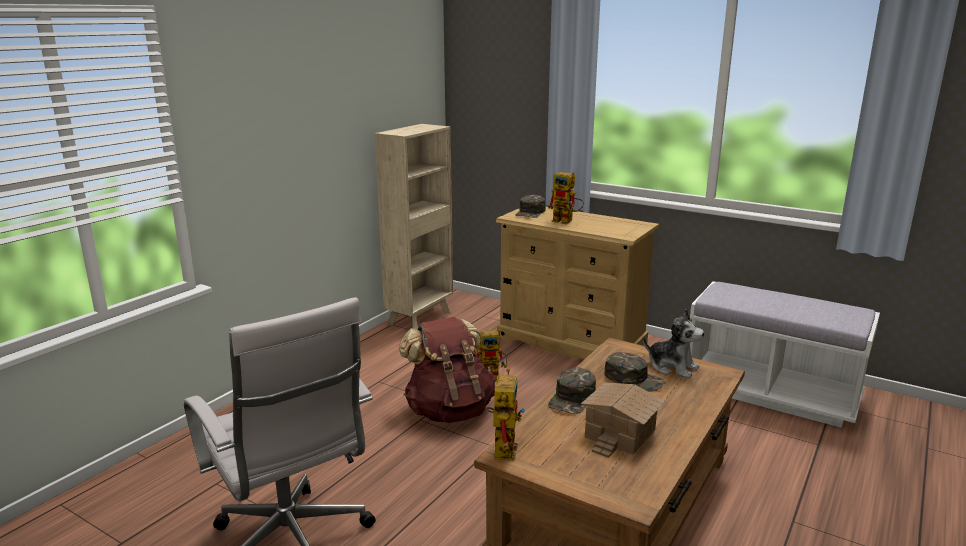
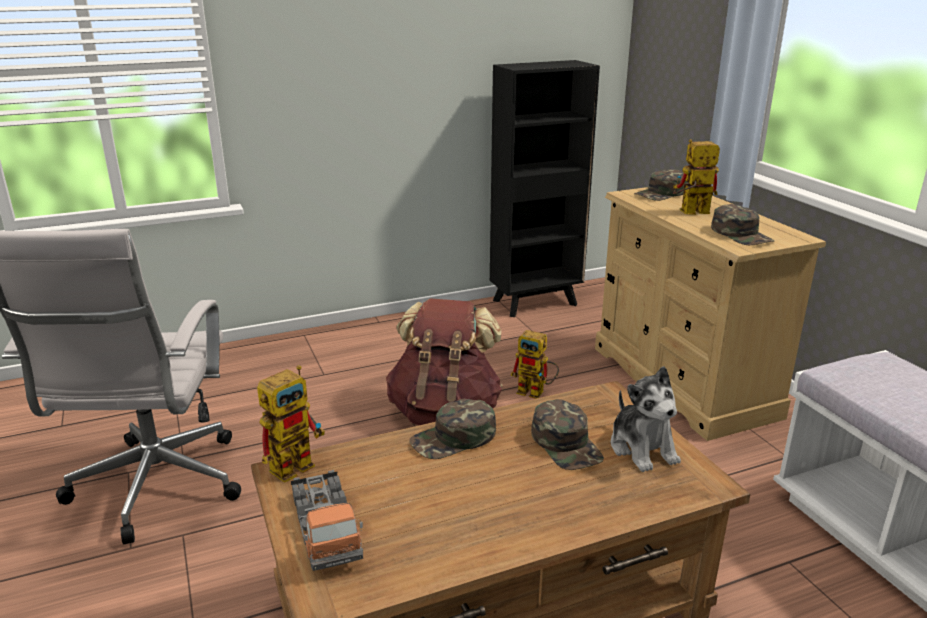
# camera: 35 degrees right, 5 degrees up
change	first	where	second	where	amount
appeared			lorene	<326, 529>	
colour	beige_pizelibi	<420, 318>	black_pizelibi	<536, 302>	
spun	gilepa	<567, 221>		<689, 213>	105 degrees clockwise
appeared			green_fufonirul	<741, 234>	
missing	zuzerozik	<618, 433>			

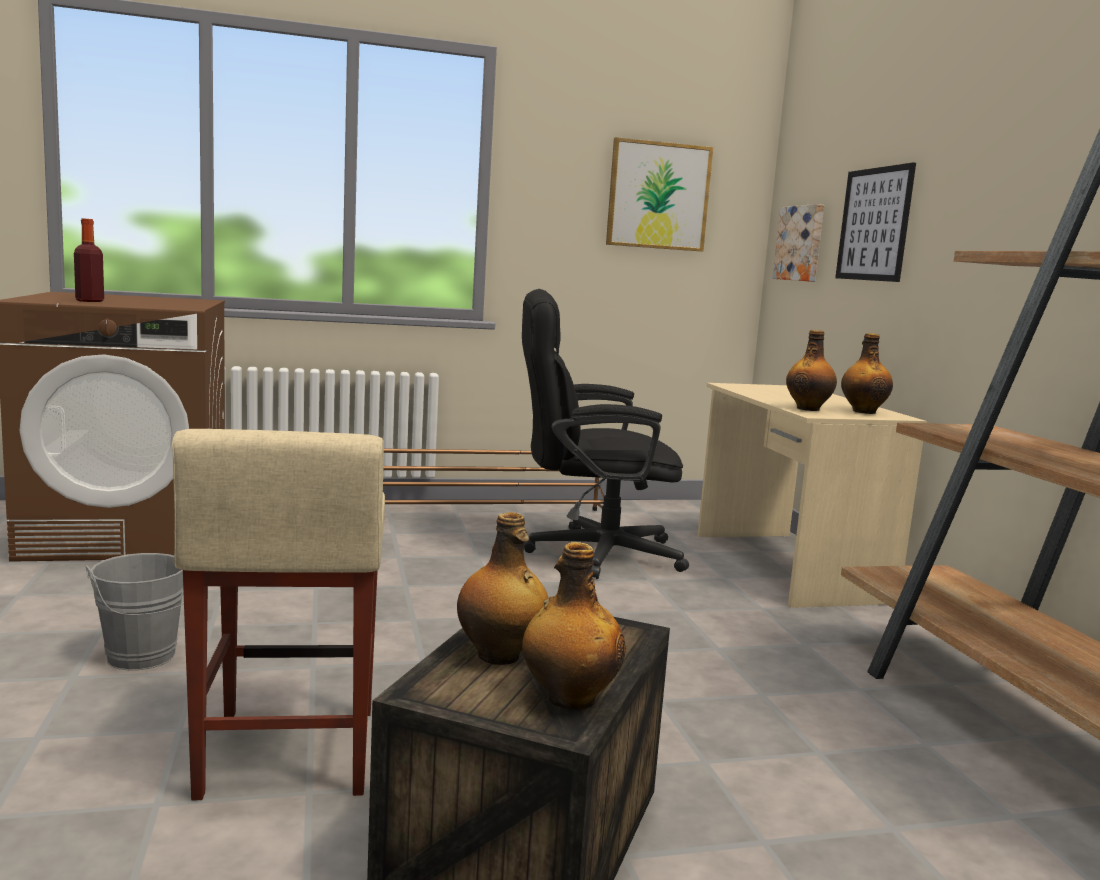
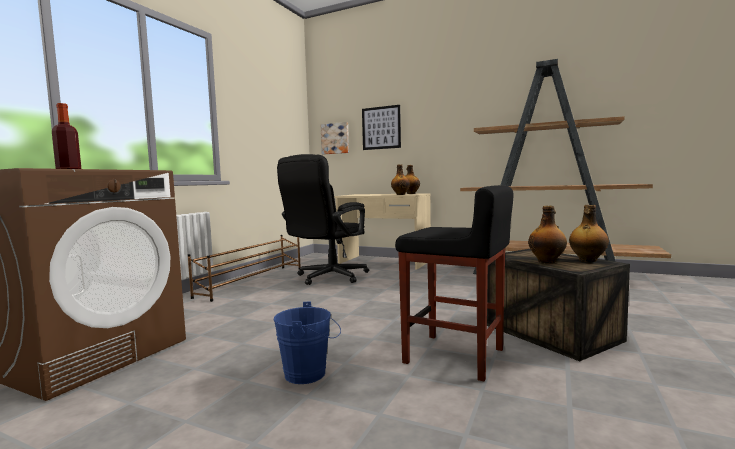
# camera: 50 degrees left, 5 degrees down
change	first	where	second	where	amount
colour	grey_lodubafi	<143, 659>	blue_lodubafi	<310, 374>	
colour	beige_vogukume	<288, 753>	black_vogukume	<455, 356>	
missing	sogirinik	<658, 196>			

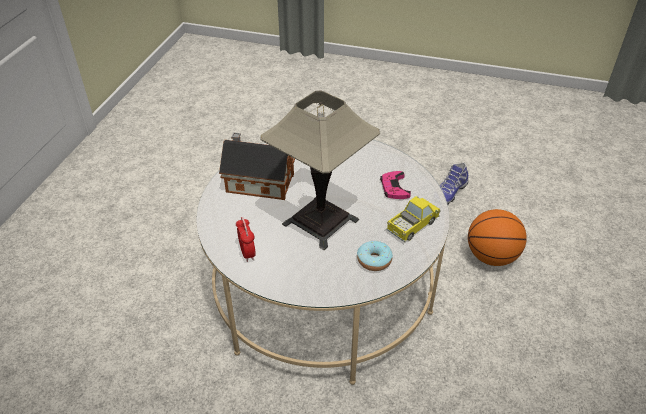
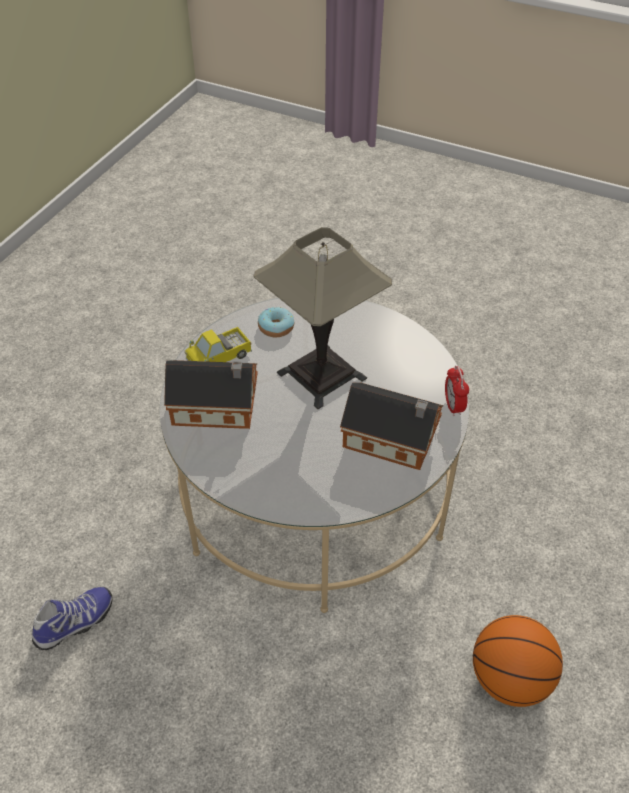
# camera: 170 degrees left, 5 degrees up
change	first	where	second	where	amount
exchanged	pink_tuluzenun	<394, 188>	zuzerozik	<217, 408>	
relocated	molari	<247, 253>		<453, 406>	
relocated	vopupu	<491, 256>		<509, 679>	

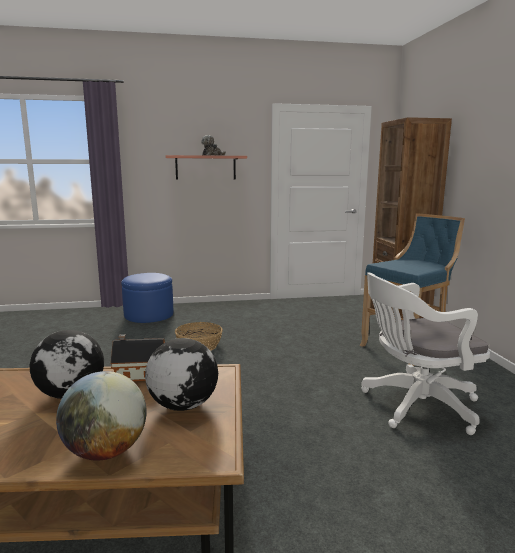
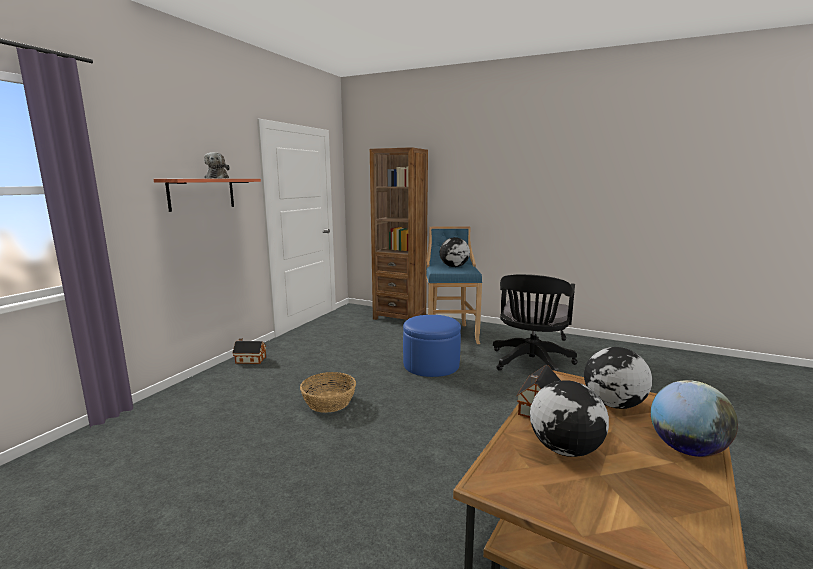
# camera: 55 degrees left, 0 degrees up
change	first	where	second	where	amount
appeared			zuzerozik	<249, 360>	
relocated	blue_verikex	<149, 315>		<431, 365>	
appeared			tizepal	<454, 267>	
colour	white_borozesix	<415, 406>	black_borozesix	<531, 364>	

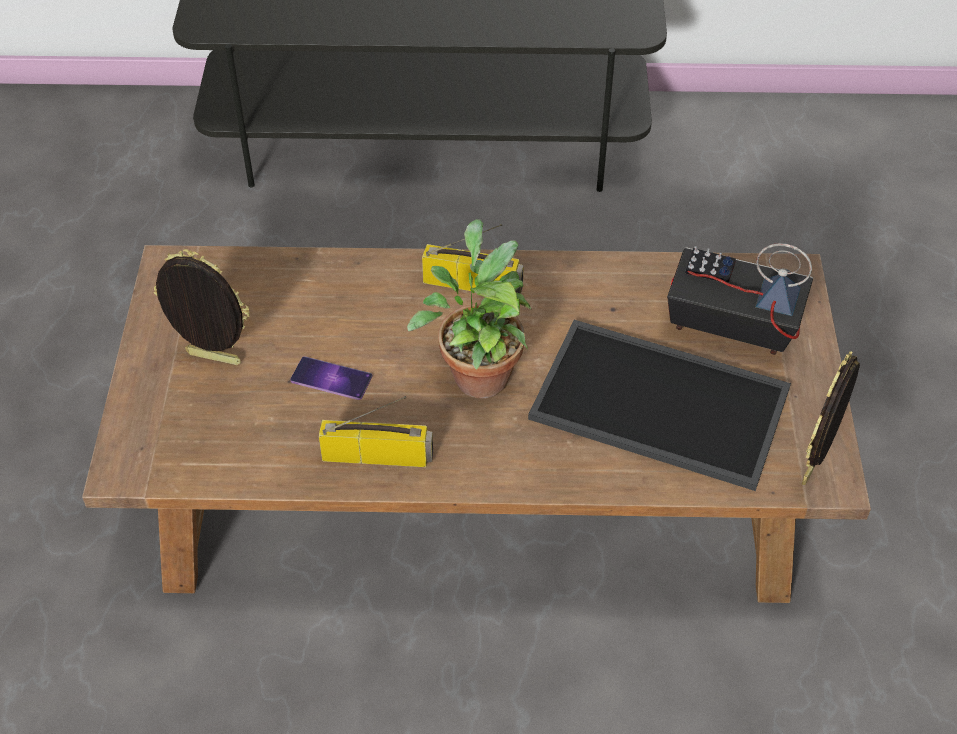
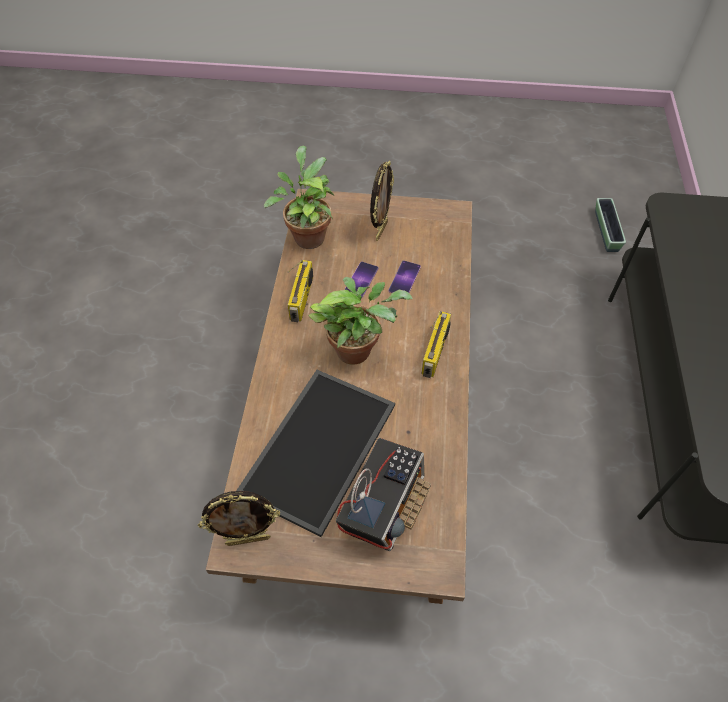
# camera: 95 degrees right, 5 degrees up
change	first	where	second	where	amount
spun	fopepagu	<815, 466>		<248, 539>	135 degrees clockwise
appeared			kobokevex	<307, 235>	
appeared			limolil	<404, 278>	
appeared			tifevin	<606, 231>	

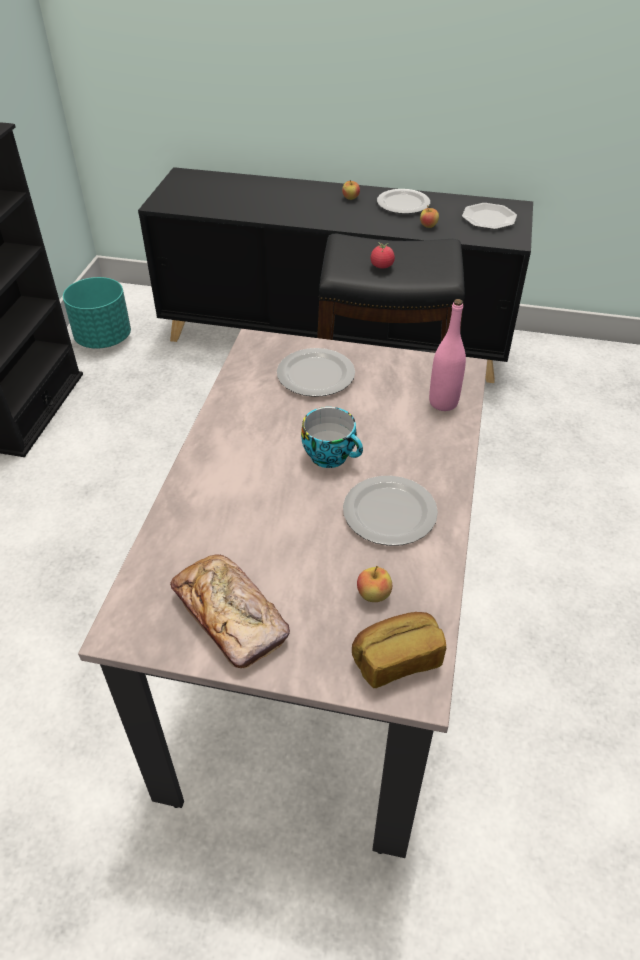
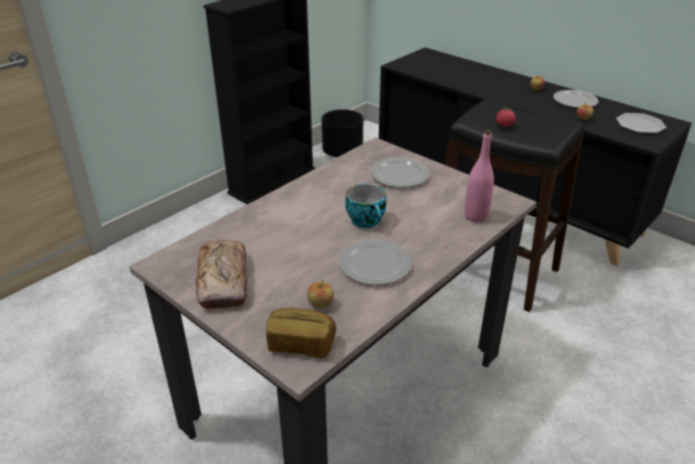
# camera: 30 degrees right, 10 degrees down
change	first	where	second	where	amount
colour	turquoise_tifevin	<104, 339>	black_tifevin	<342, 153>	

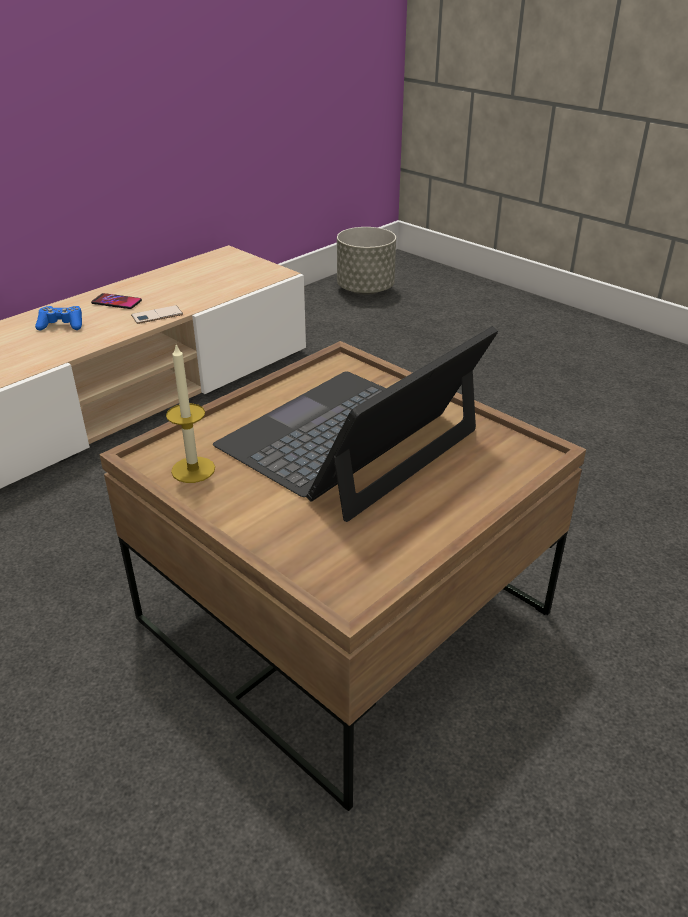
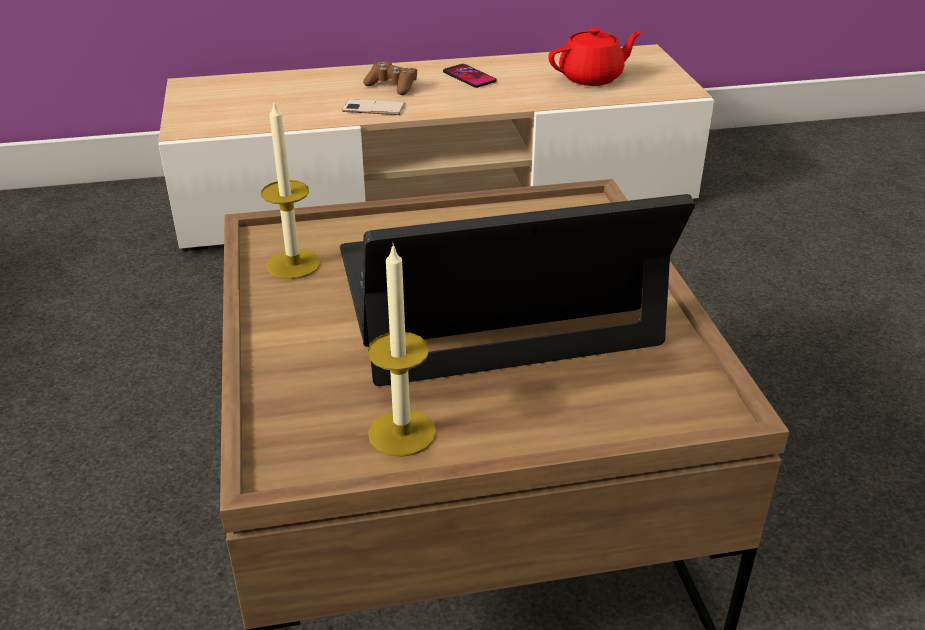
# camera: 35 degrees right, 0 degrees up
change	first	where	second	where	amount
relocated	limolil	<157, 315>		<373, 108>	
colour	blue_tuluzenun	<62, 325>	brown_tuluzenun	<392, 86>	
appeared			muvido	<402, 433>	
appeared			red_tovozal	<592, 78>	
missing	grey_tifevin	<366, 289>			

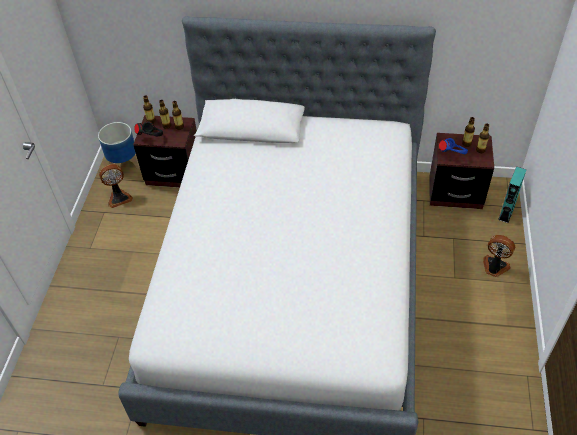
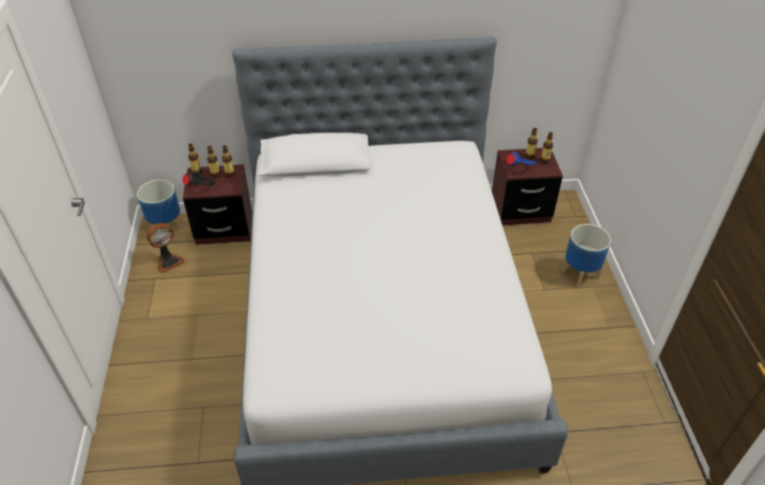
# camera: 15 degrees left, 5 degrees down
change	first	where	second	where	amount
exchanged	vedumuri	<494, 267>	tifevin	<579, 274>	
missing	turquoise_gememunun	<506, 212>			

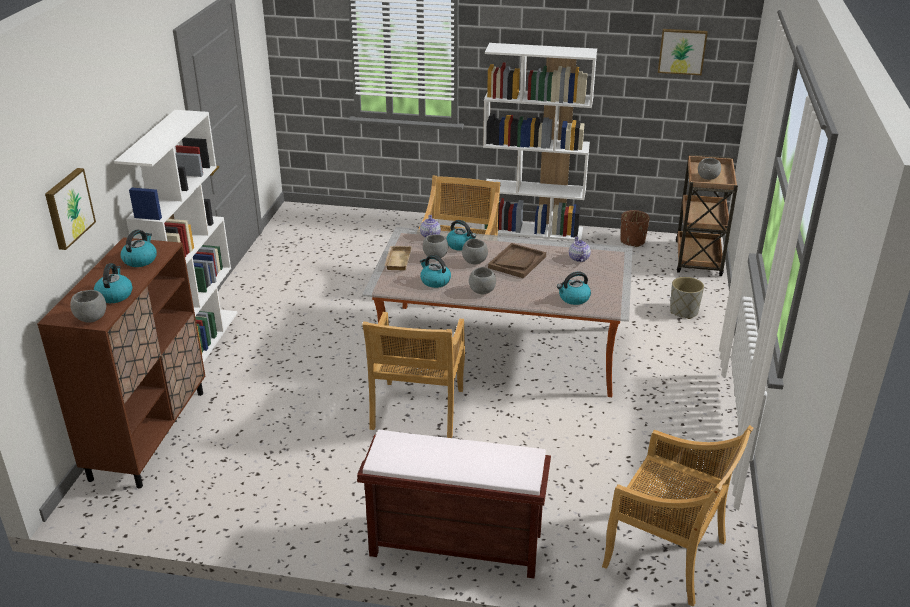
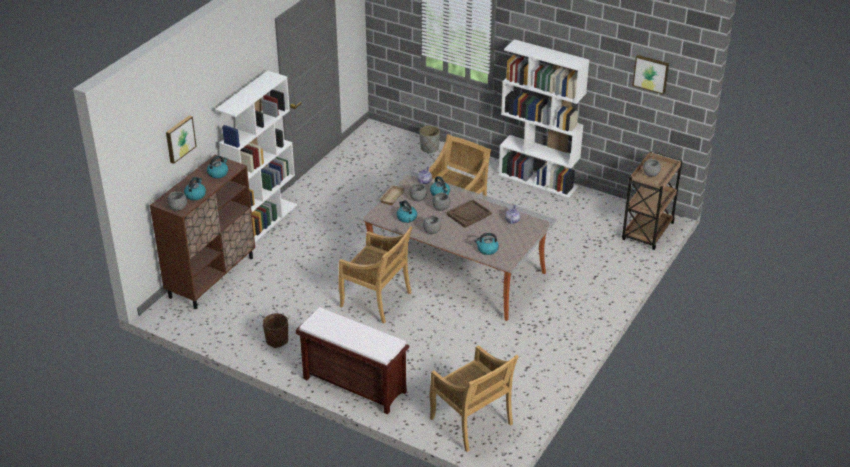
# camera: 20 degrees right, 5 degrees up
change	first	where	second	where	amount
relocated	brown_tifevin	<632, 241>		<277, 340>	
spun	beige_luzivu	<417, 411>		<377, 300>	90 degrees counterclockwise
relocated	grey_tifevin	<684, 311>		<429, 148>	

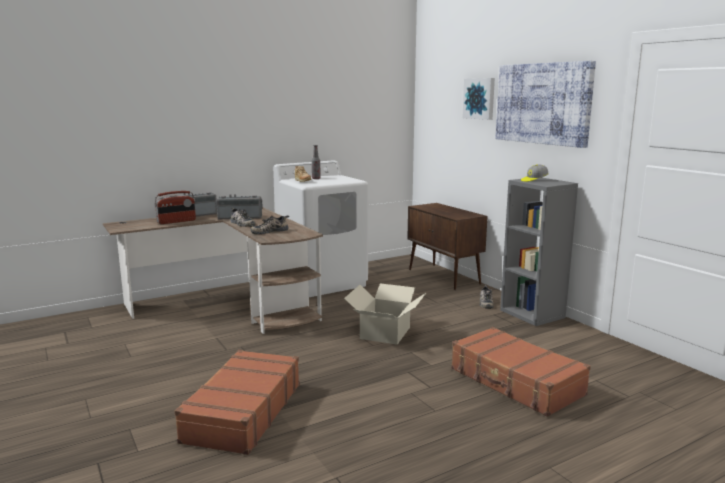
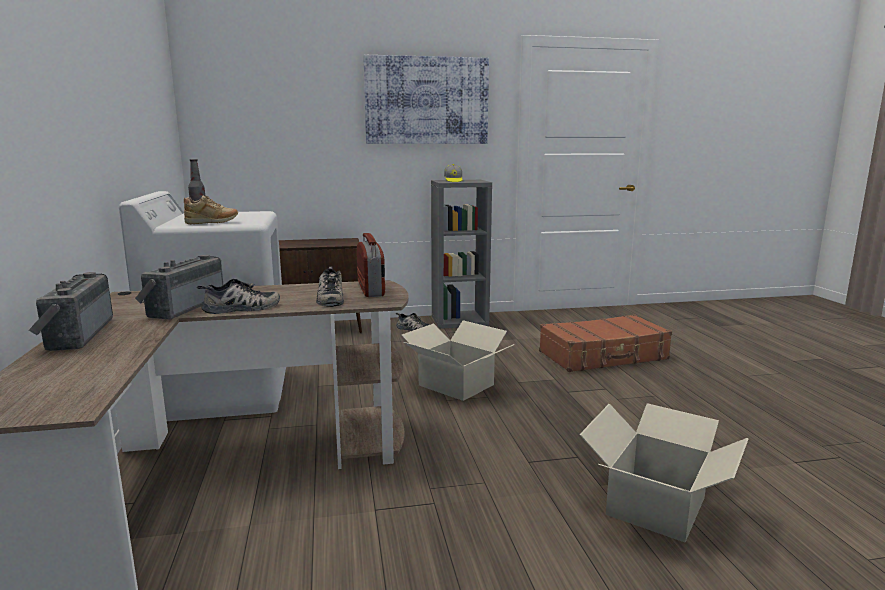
# camera: 70 degrees left, 0 degrees up
change	first	where	second	where	amount
relocated	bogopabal	<176, 221>		<371, 289>	
exchanged	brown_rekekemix	<242, 412>	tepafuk	<657, 506>	
missing	sogirinik	<479, 98>			

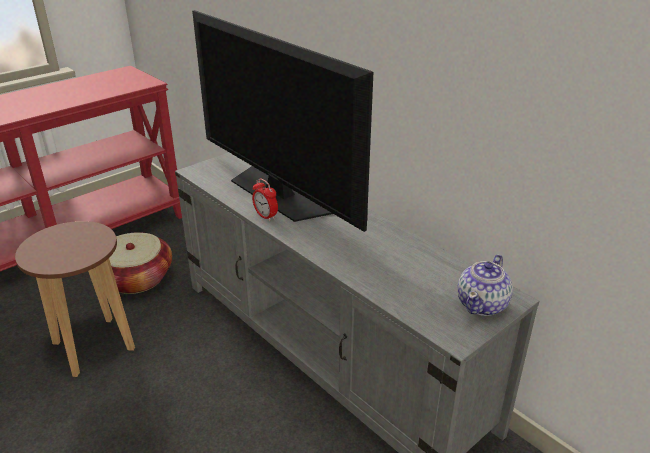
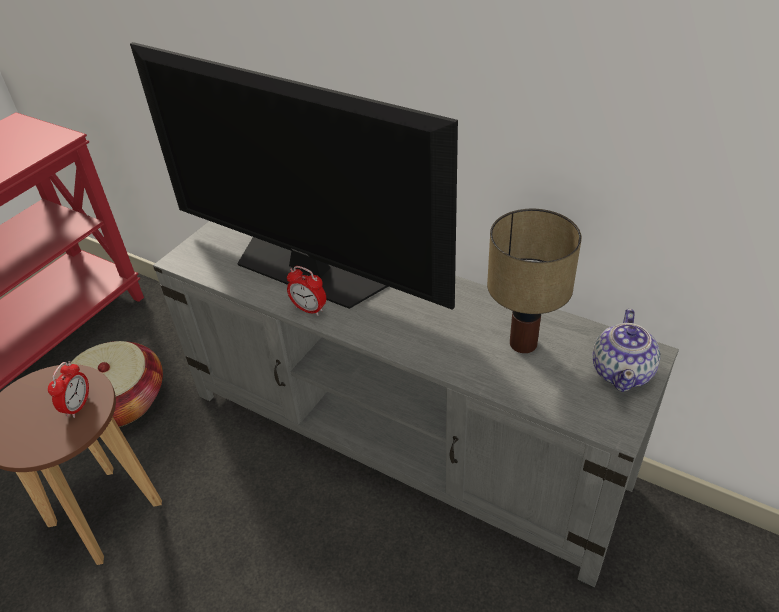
# camera: 15 degrees left, 10 degrees up
change	first	where	second	where	amount
appeared			molari	<78, 406>	
appeared			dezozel	<522, 344>	

